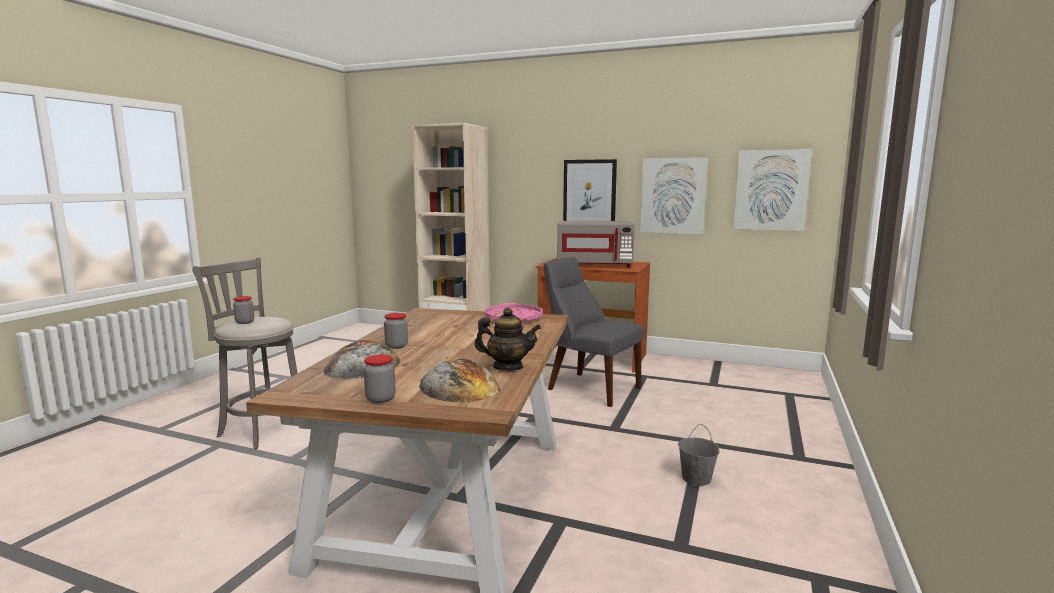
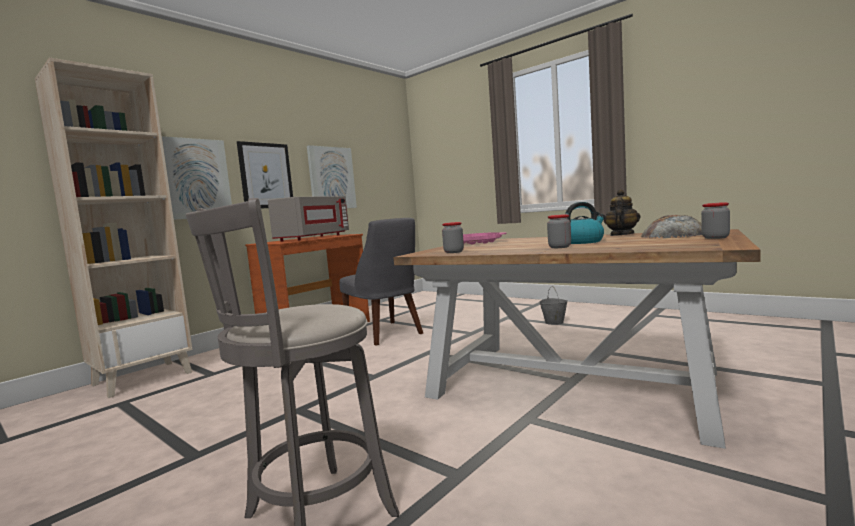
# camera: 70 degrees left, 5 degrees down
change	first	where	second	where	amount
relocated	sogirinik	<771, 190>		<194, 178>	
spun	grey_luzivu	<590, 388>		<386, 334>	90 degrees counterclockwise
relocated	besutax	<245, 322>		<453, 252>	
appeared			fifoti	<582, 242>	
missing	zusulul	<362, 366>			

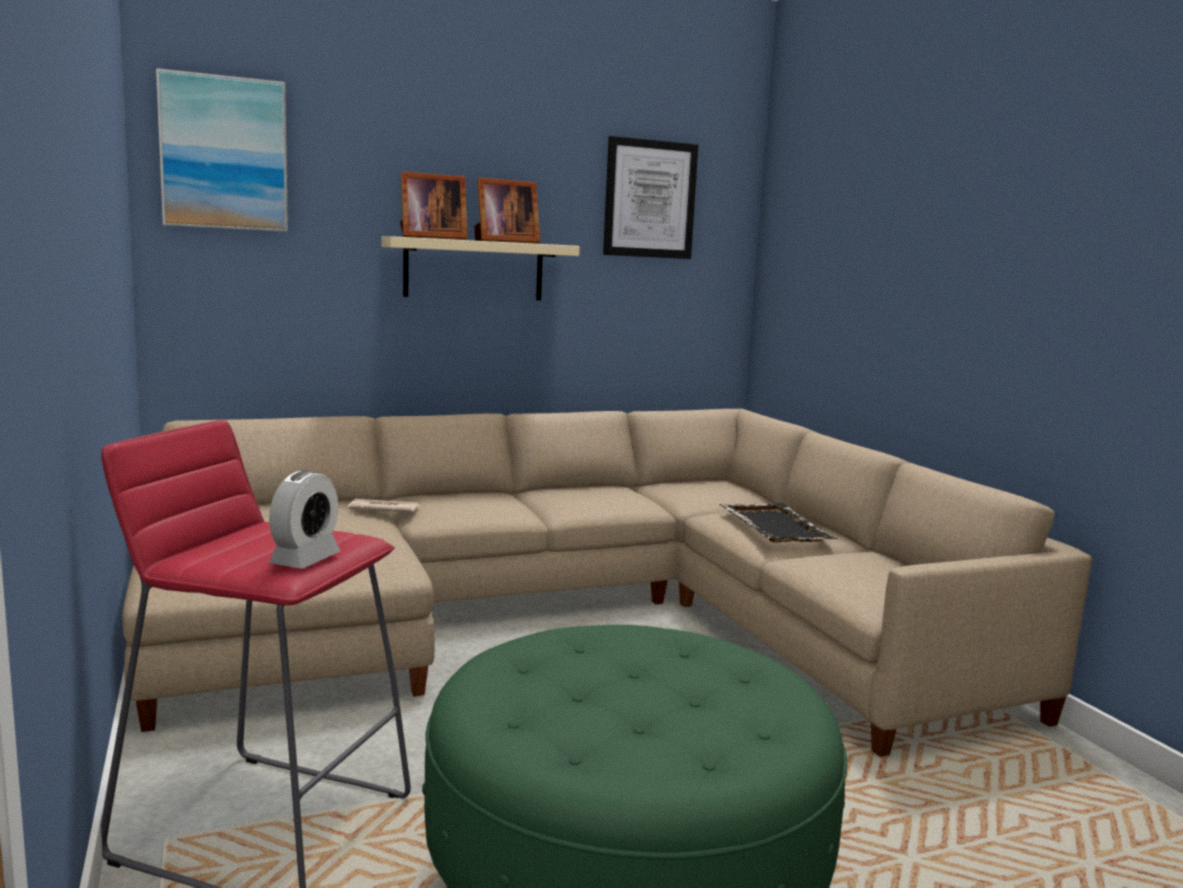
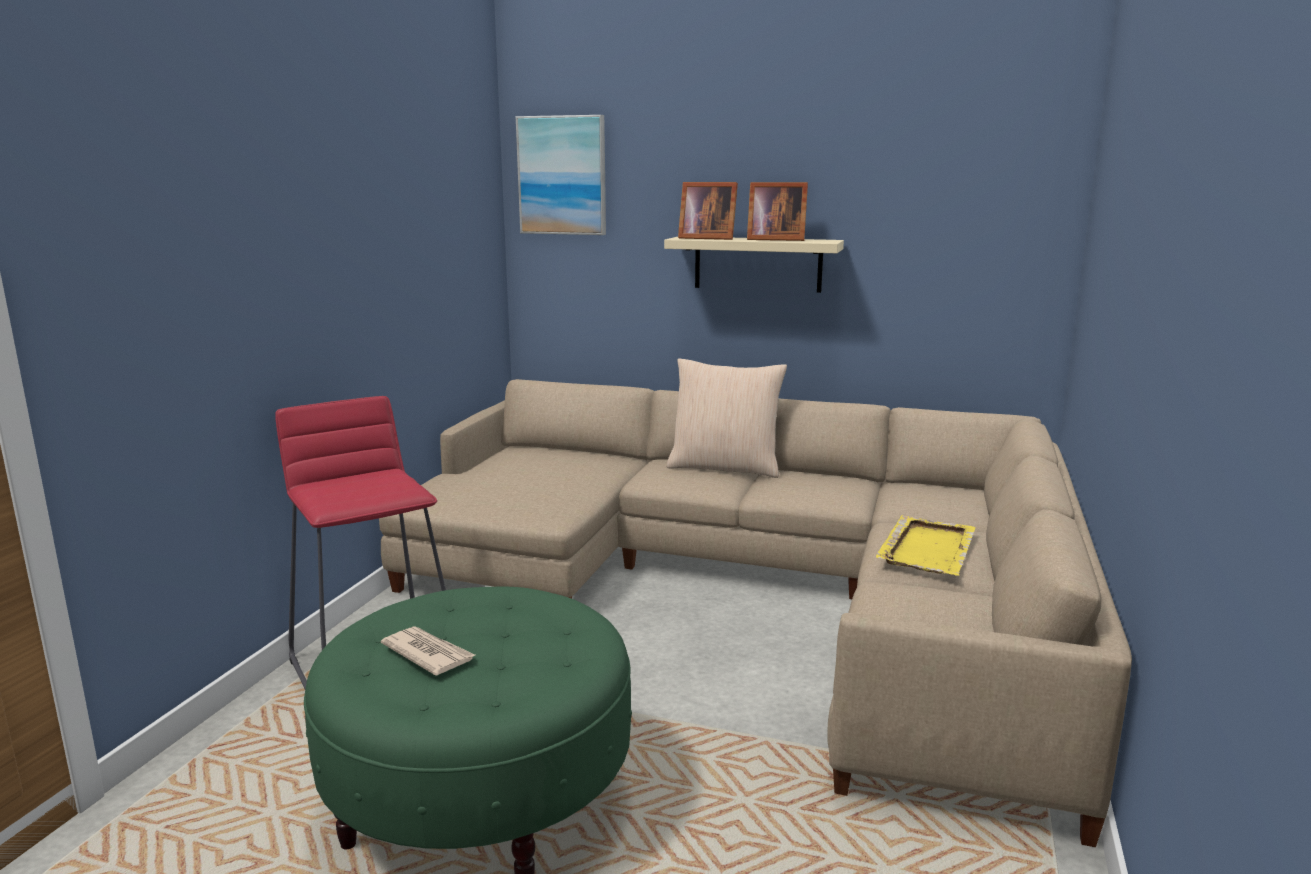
# camera: 40 degrees right, 5 degrees up
change	first	where	second	where	amount
relocated	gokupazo	<383, 509>		<428, 653>	
appeared			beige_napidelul	<725, 467>	
colour	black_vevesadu	<774, 526>	yellow_vevesadu	<927, 548>	
missing	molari	<305, 559>			
missing	sogirinik	<650, 199>			

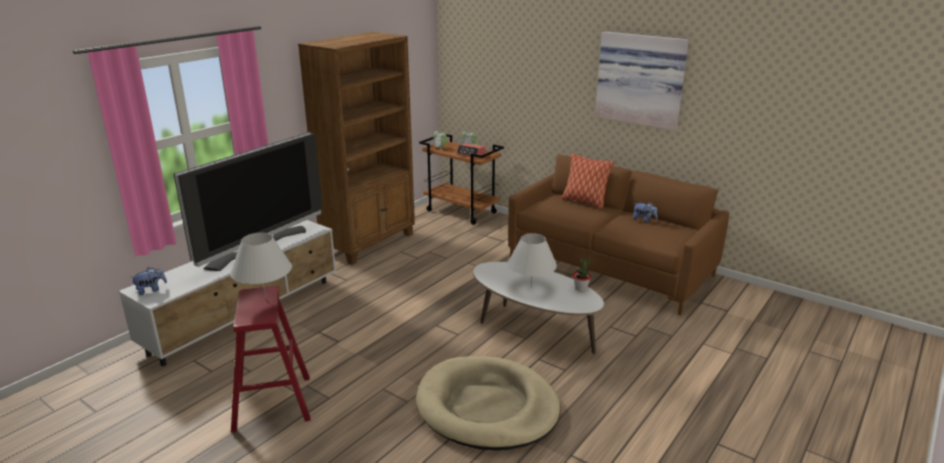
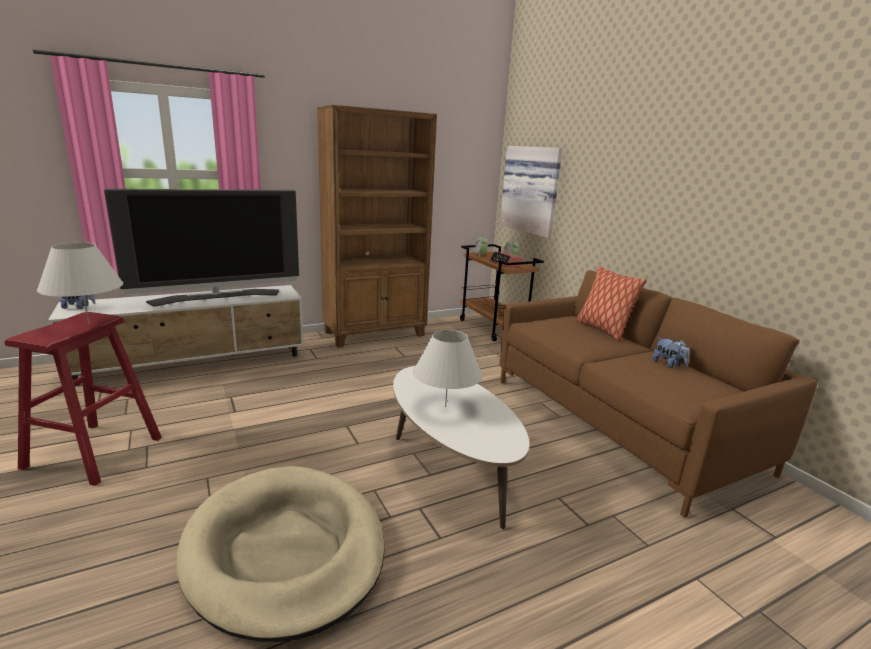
# camera: 25 degrees right, 5 degrees down
change	first	where	second	where	amount
relocated	sogirinik	<641, 79>		<532, 190>	
missing	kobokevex	<581, 289>			

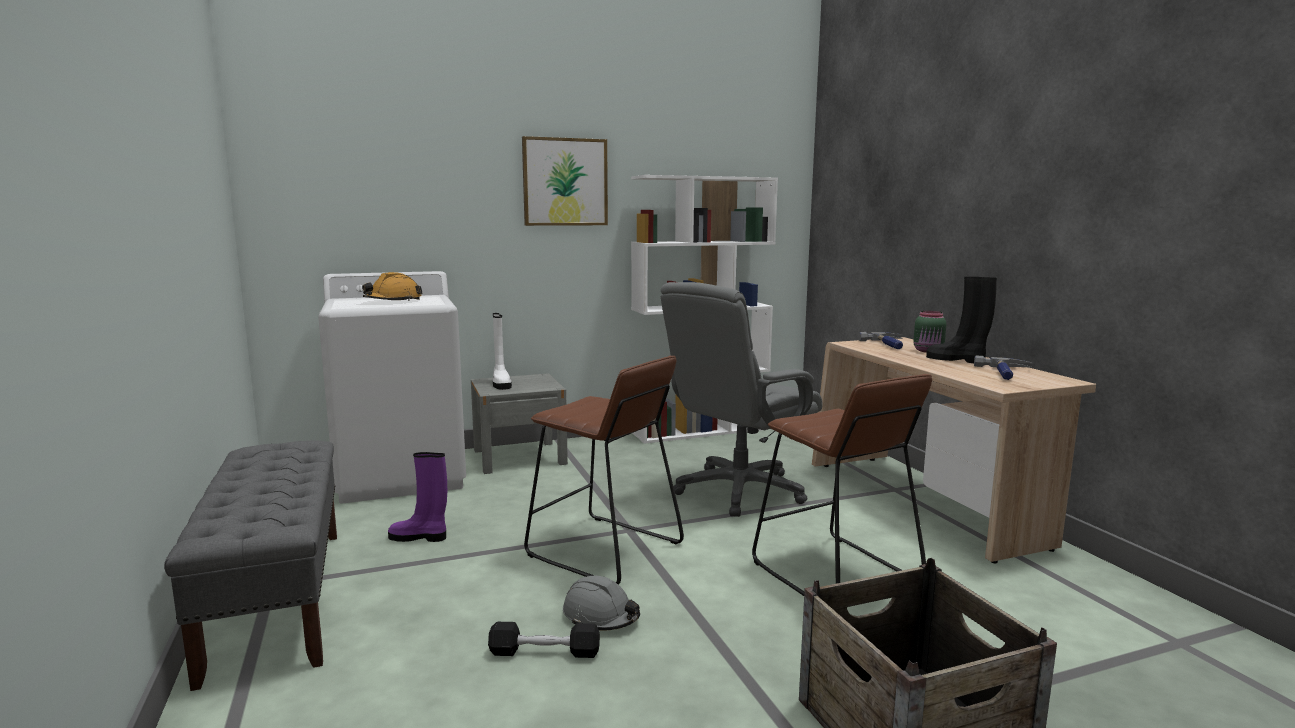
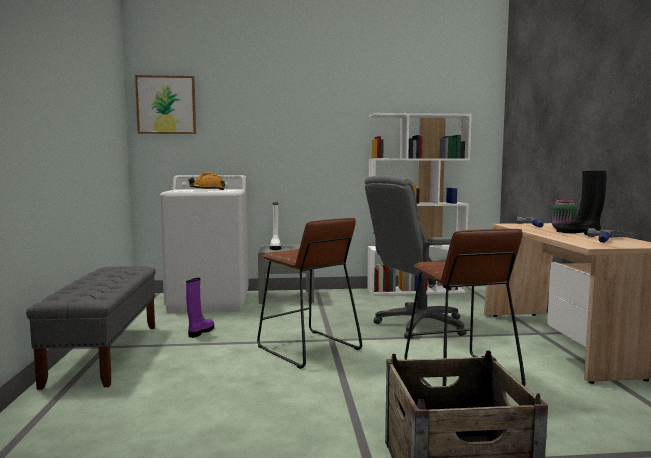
# camera: 15 degrees right, 5 degrees down
change	first	where	second	where	amount
relocated	sogirinik	<565, 182>		<166, 105>	
spun	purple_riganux	<419, 537>		<200, 332>	90 degrees clockwise
missing	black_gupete	<545, 652>			
missing	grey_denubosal	<601, 616>			

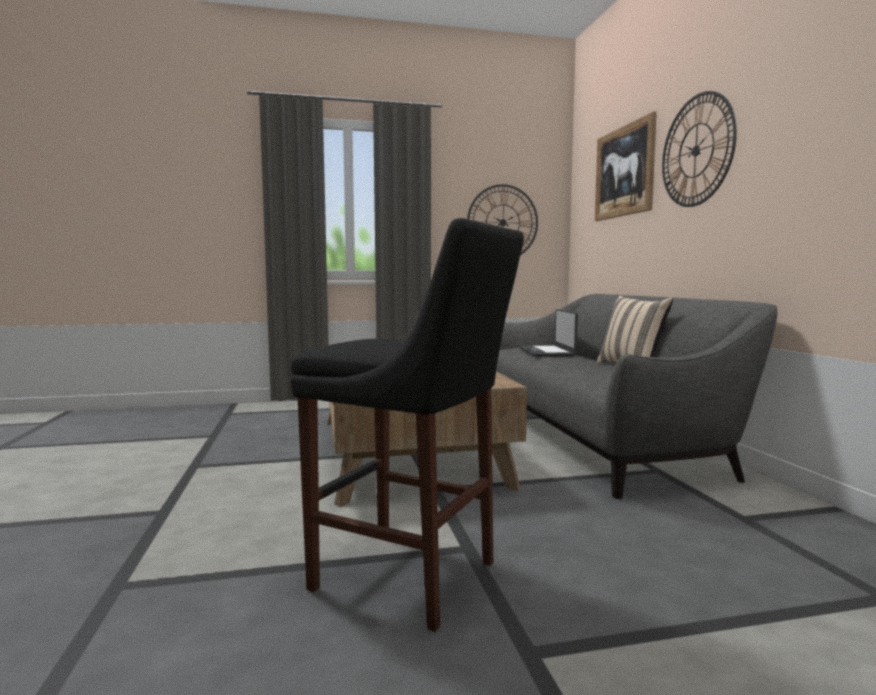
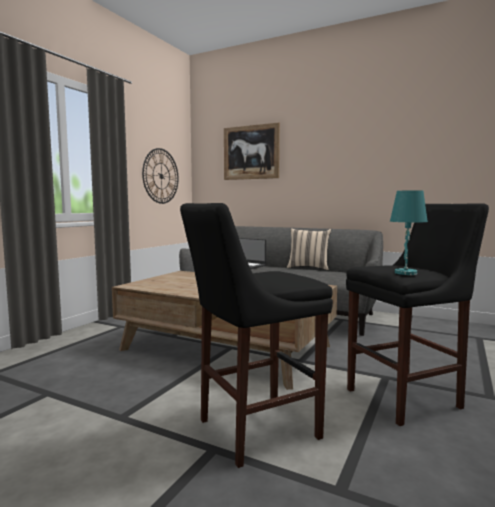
# camera: 50 degrees left, 0 degrees up
change	first	where	second	where	amount
appeared			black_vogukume	<252, 430>	
appeared			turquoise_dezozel	<405, 273>	
missing	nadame	<696, 150>			

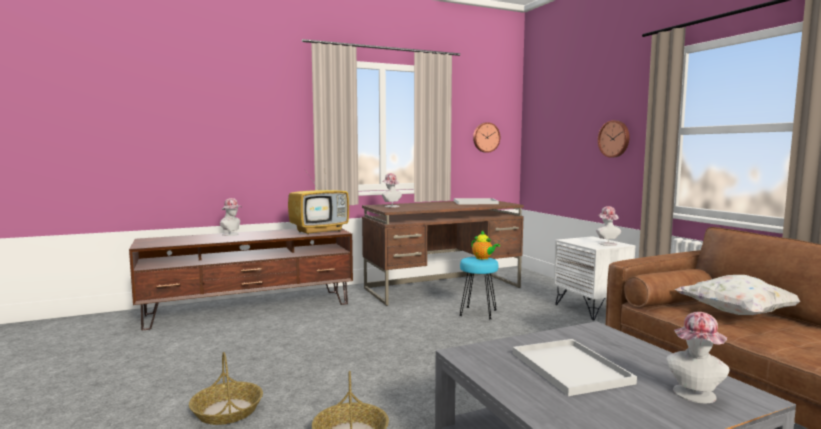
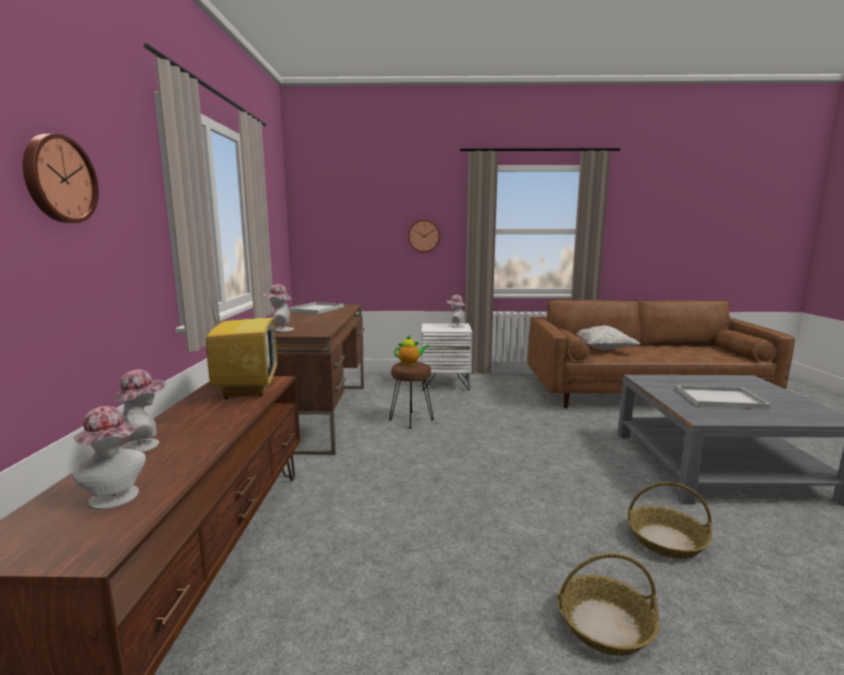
# camera: 65 degrees left, 5 degrees up
change	first	where	second	where	amount
relocated	nadame	<485, 137>		<58, 179>	
relocated	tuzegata	<695, 396>		<115, 499>	
colour	turquoise_vogukume	<478, 313>	brown_vogukume	<411, 420>	

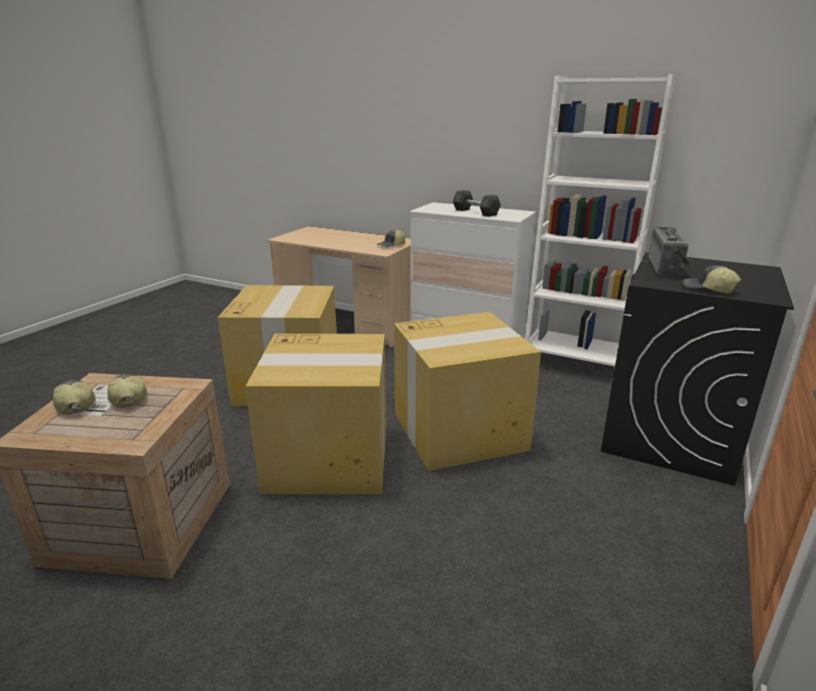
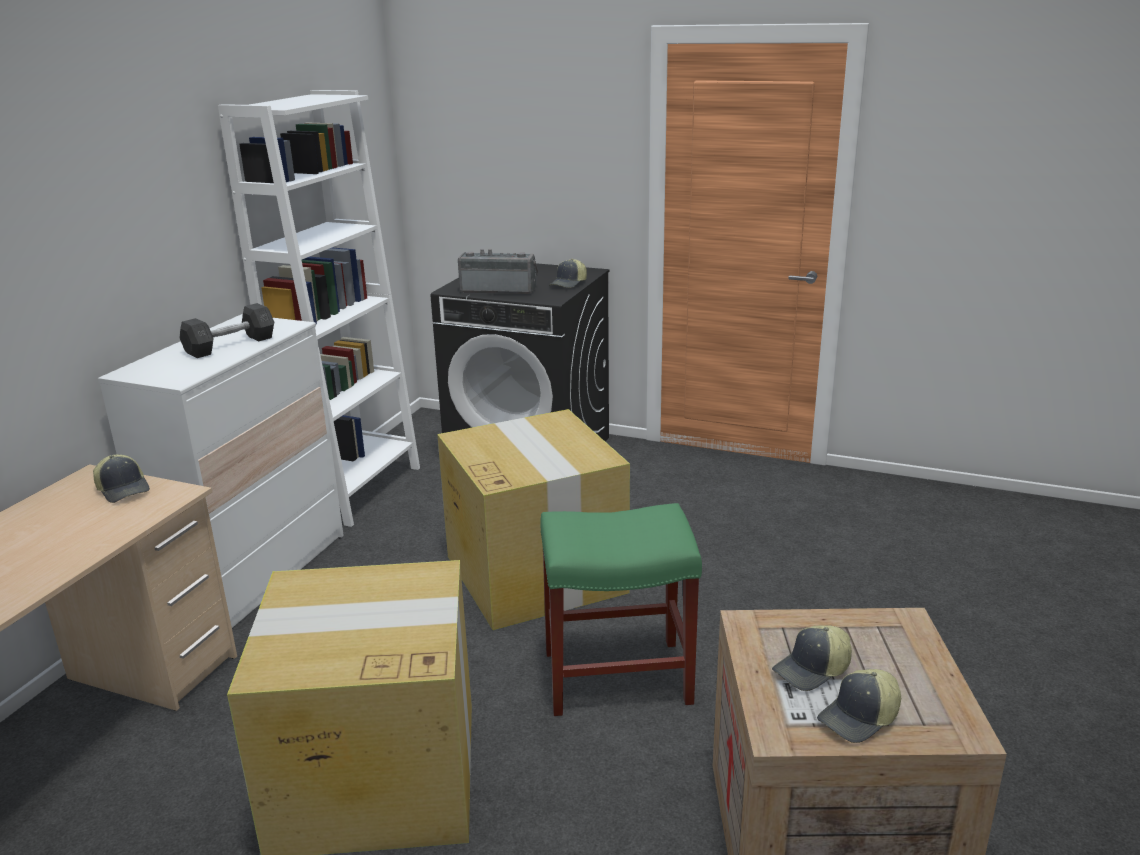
# camera: 95 degrees left, 0 degrees up
change	first	where	second	where	amount
exchanged	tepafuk	<330, 457>	green_vogukume	<619, 676>	

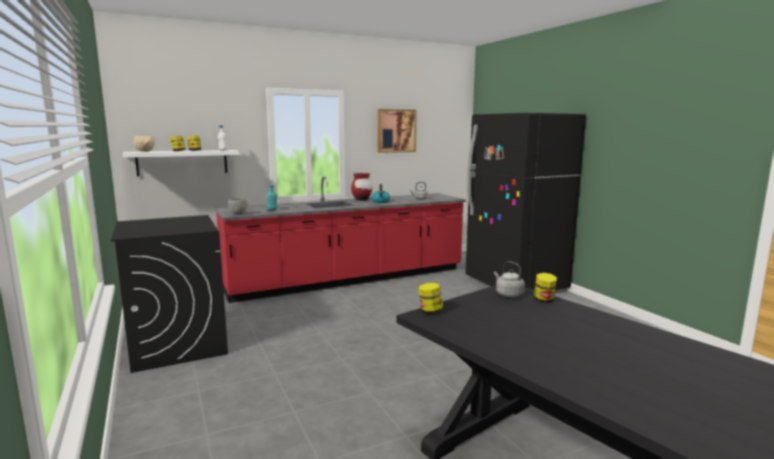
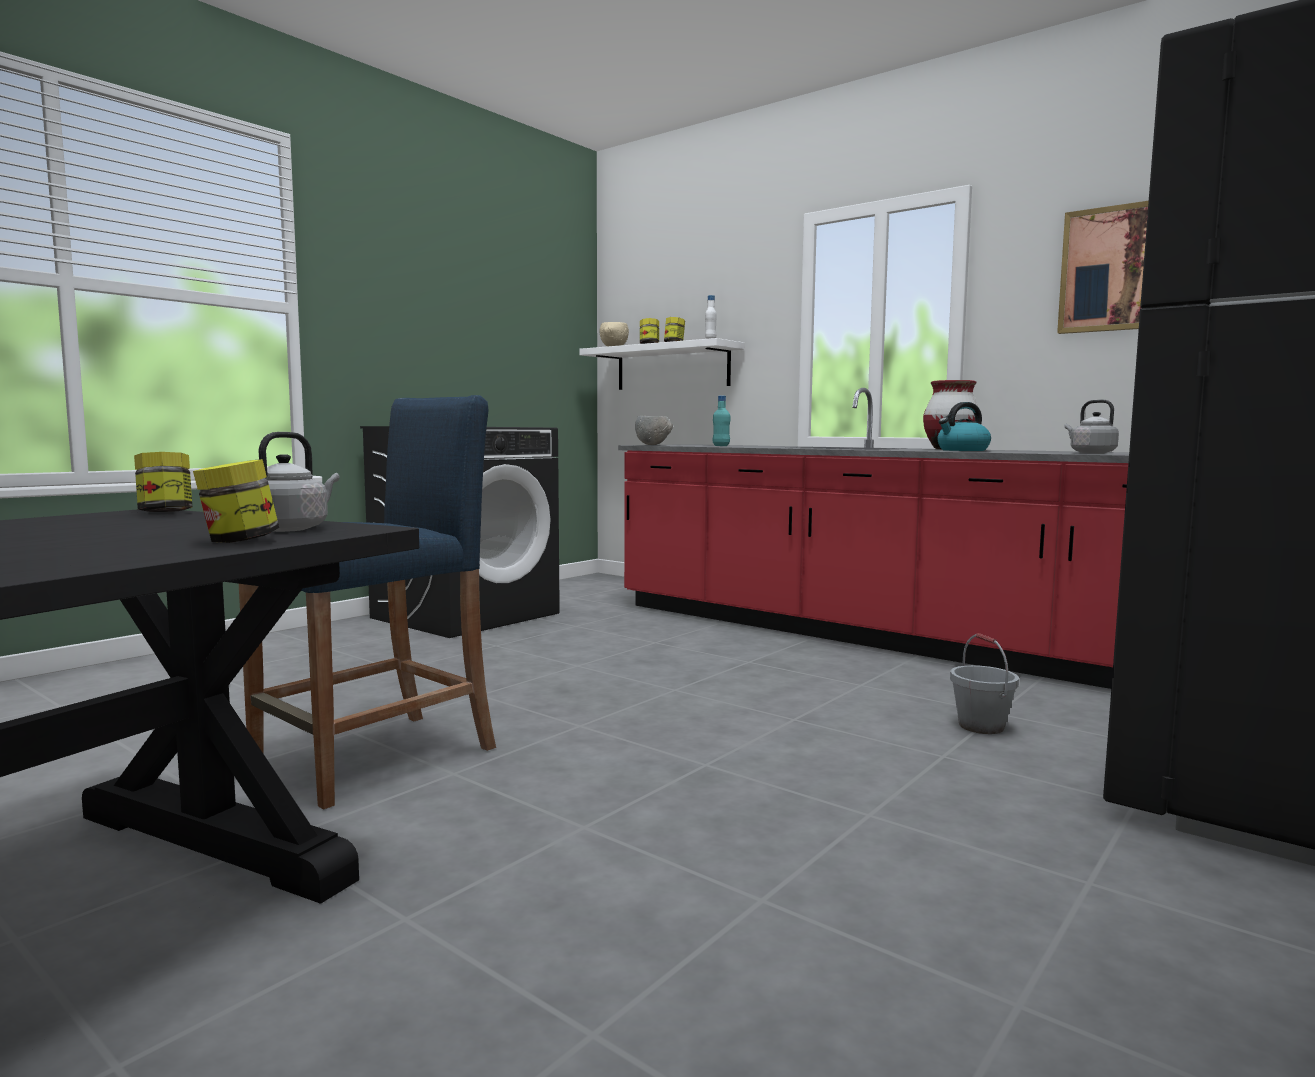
# camera: 65 degrees right, 5 degrees down
change	first	where	second	where	amount
appeared			blue_vogukume	<376, 757>	
appeared			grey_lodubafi	<981, 726>	

